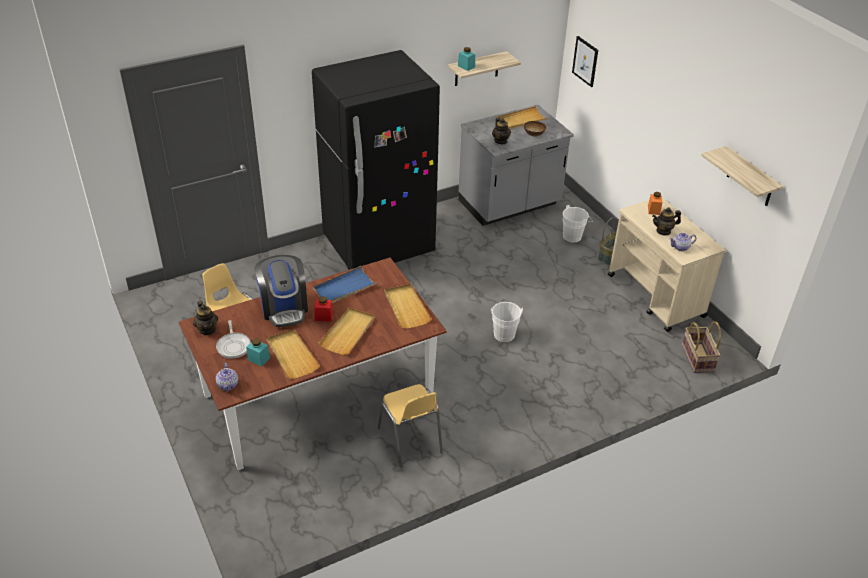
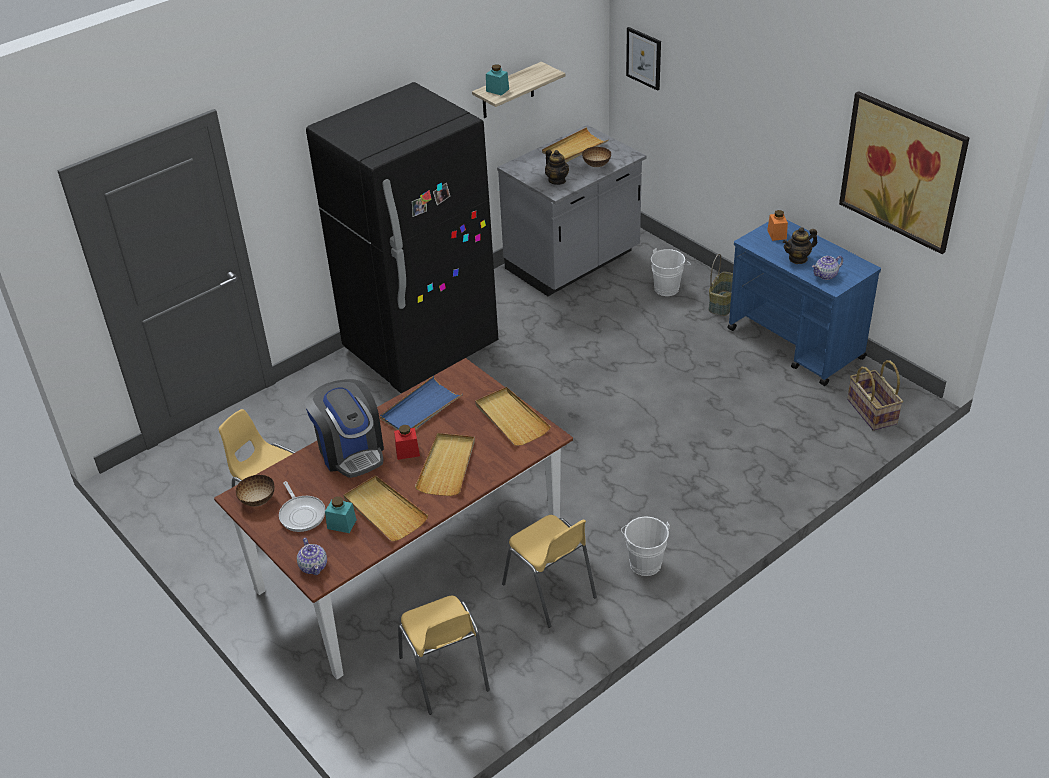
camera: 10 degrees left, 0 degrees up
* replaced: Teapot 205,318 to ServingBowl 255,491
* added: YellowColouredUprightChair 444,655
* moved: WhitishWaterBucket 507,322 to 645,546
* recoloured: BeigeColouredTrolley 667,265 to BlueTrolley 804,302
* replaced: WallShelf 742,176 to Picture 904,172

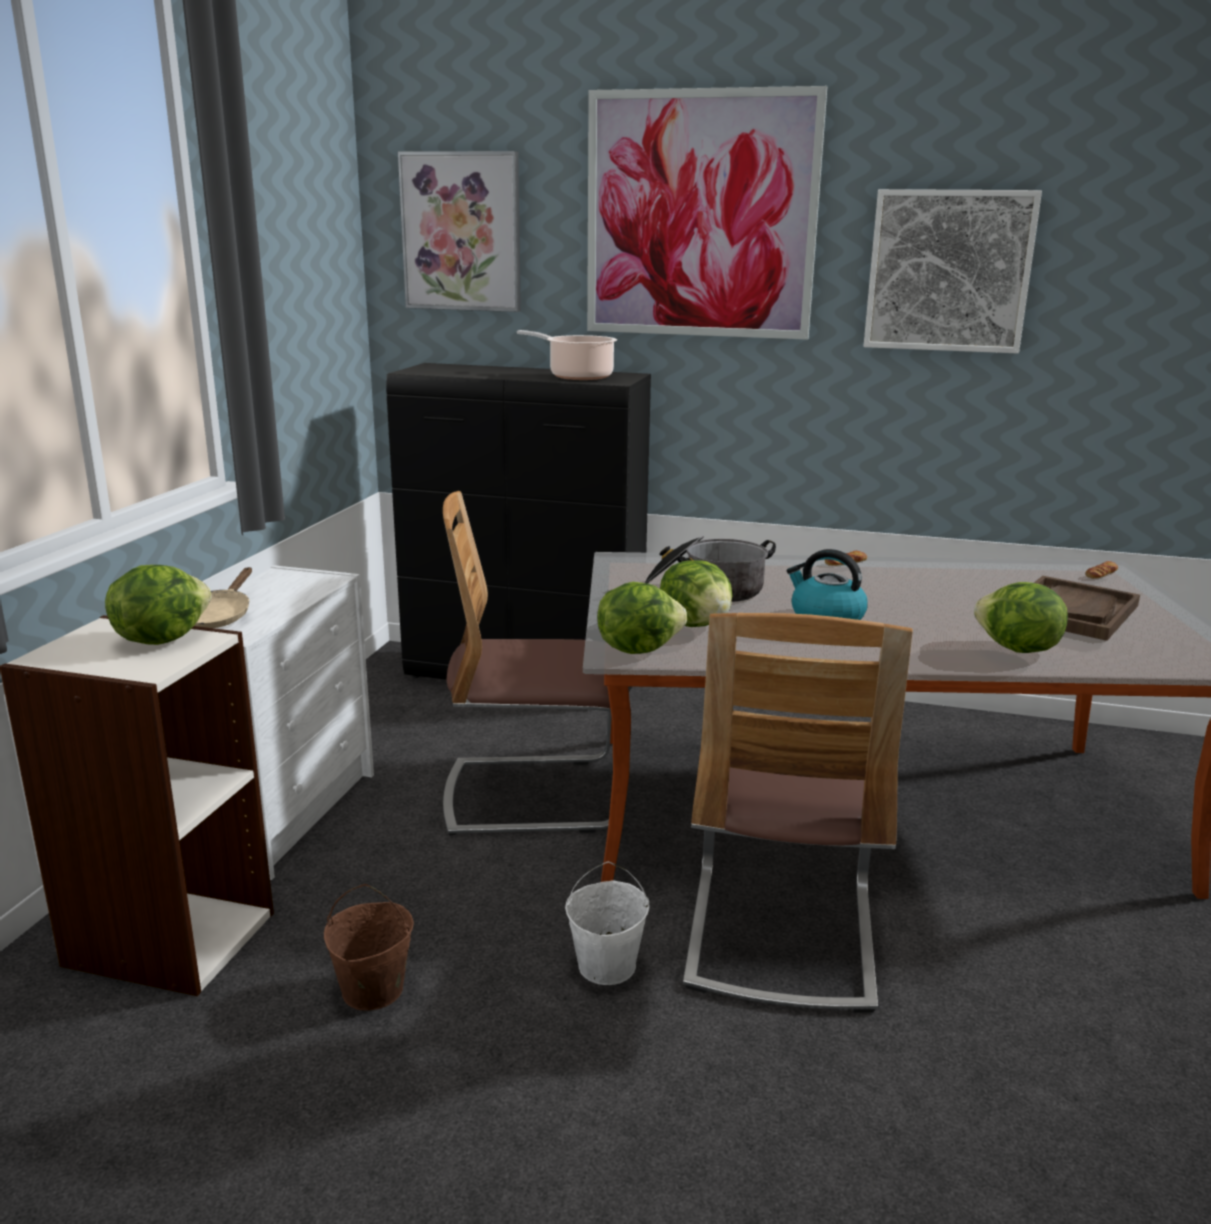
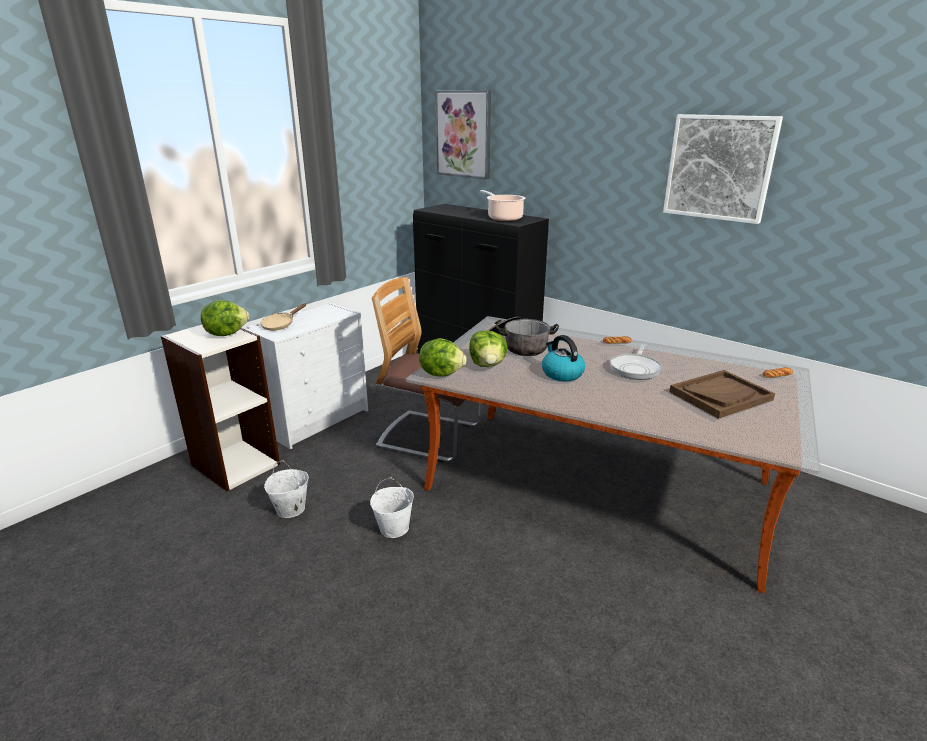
camera: 25 degrees right, 5 degrees up
* recoloured: BrownColouredWaterBucket 369,947 to WhitishWaterBucket 286,489
* added: Pan 636,361
* removed: Picture 707,213
* removed: UprightChair 798,813
* removed: HeadOfLettuce 1021,617

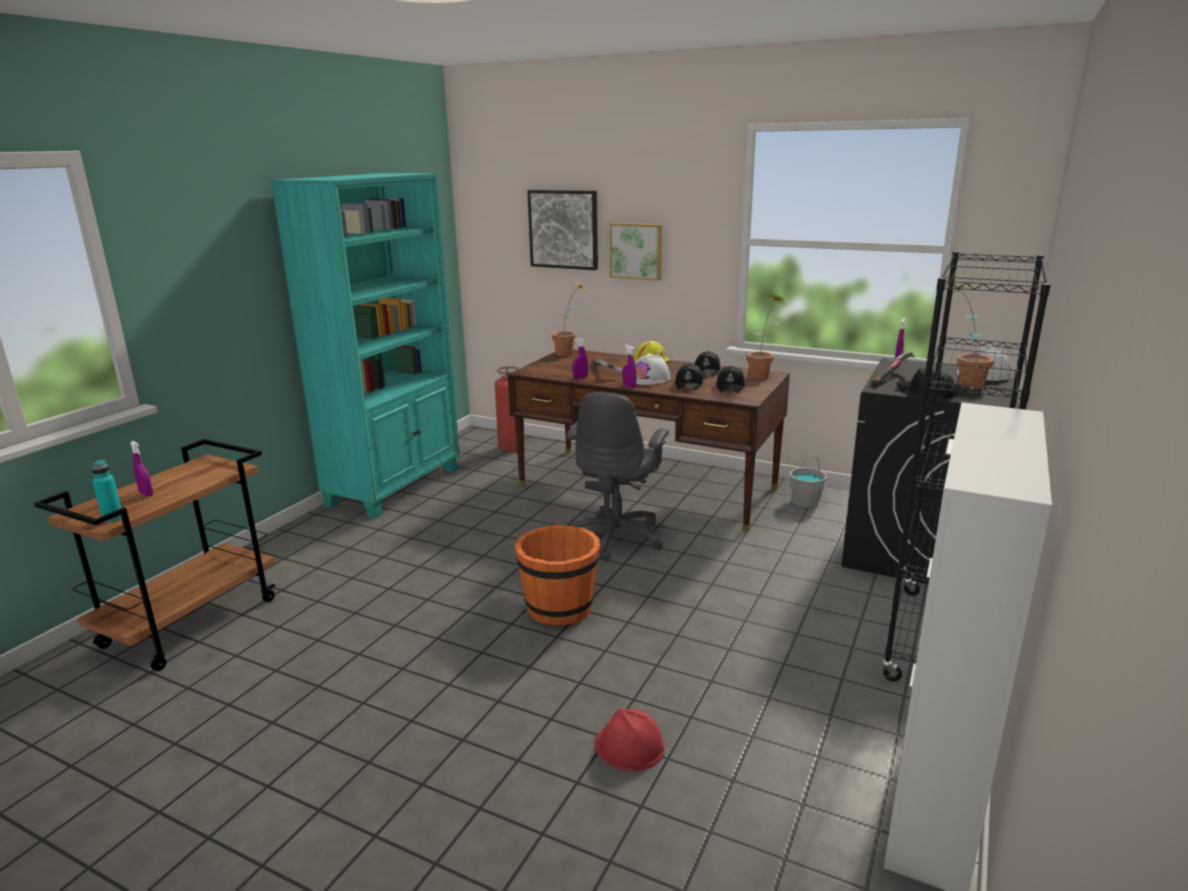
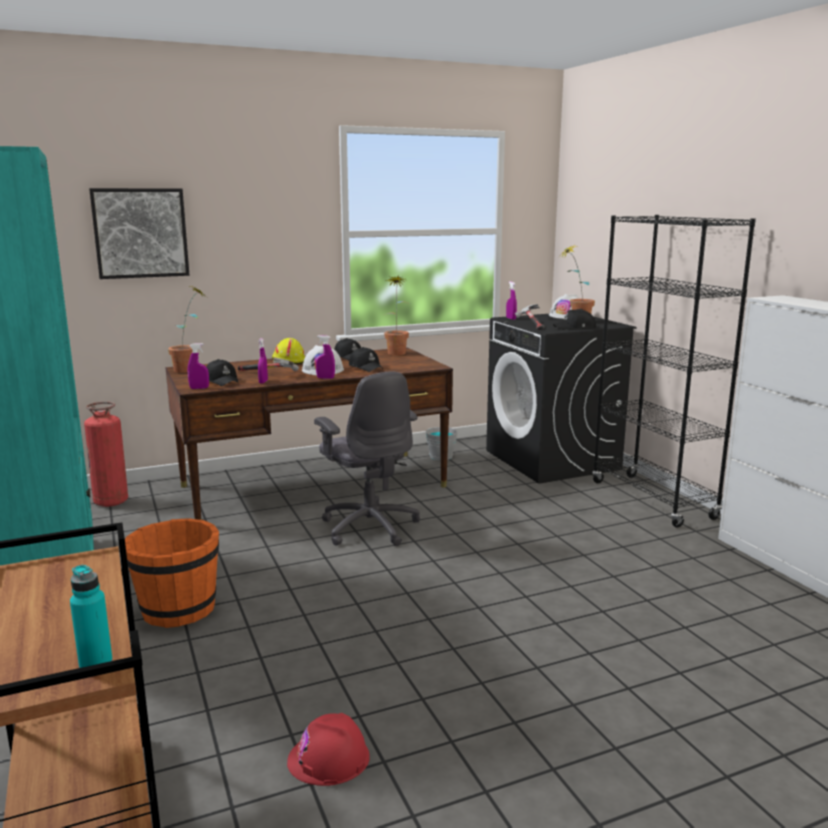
camera: 50 degrees left, 5 degrees down
* moved: OrangeyWaterBucket 557,575 to 172,573
* moved: PurplishSprayBottle 141,469 to 198,366
* moved: BlackColouredPeakedCap 730,379 to 222,372
* moved: RedColouredHardHat 629,739 to 328,749
* removed: Picture 636,252

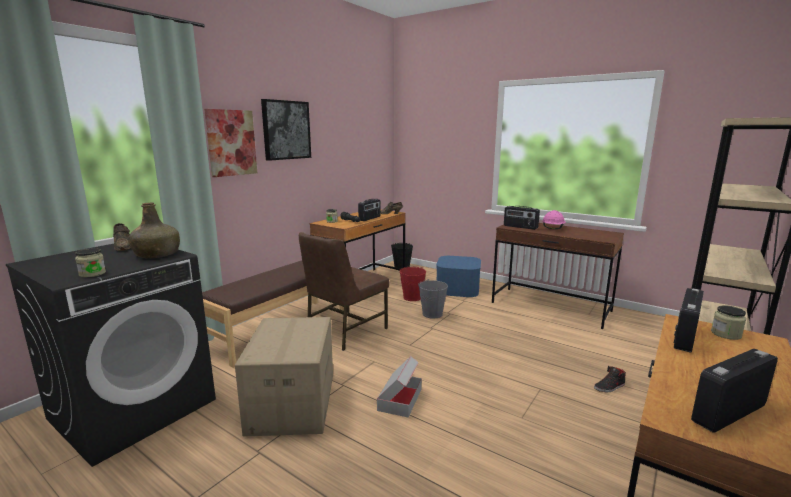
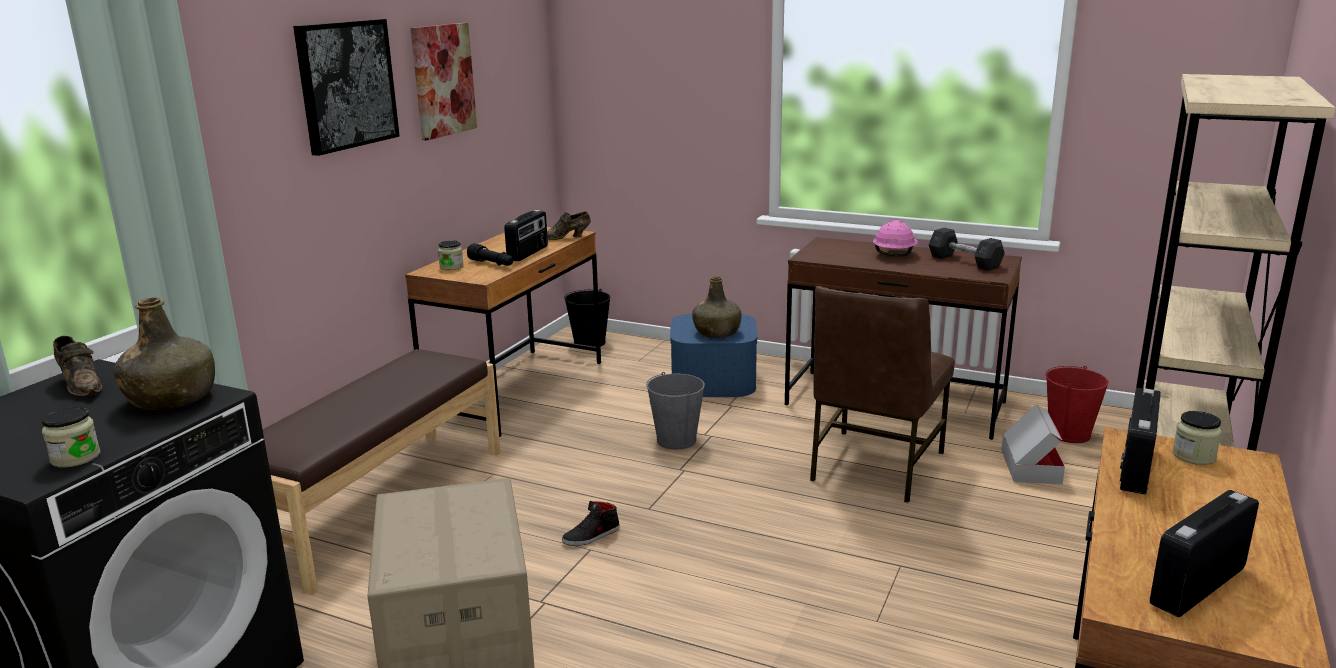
camera: 10 degrees left, 5 degrees up
* moved: Picture 230,143 to 444,82
* moved: BlackColouredLowShoe 610,379 to 591,523
* added: GreenDrinkBottle 717,307
* moved: BrownColouredUprightChair 344,291 to 882,394
* added: GreyDumbbell 967,249
* moved: PackingBox 399,387 to 1033,444
* moved: RedColouredWaterBucket 412,284 to 1077,404
* removed: RadioReceiver 522,218

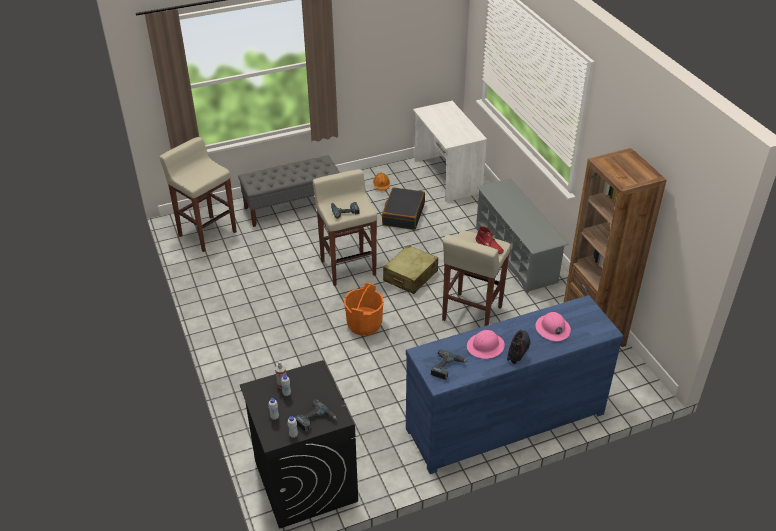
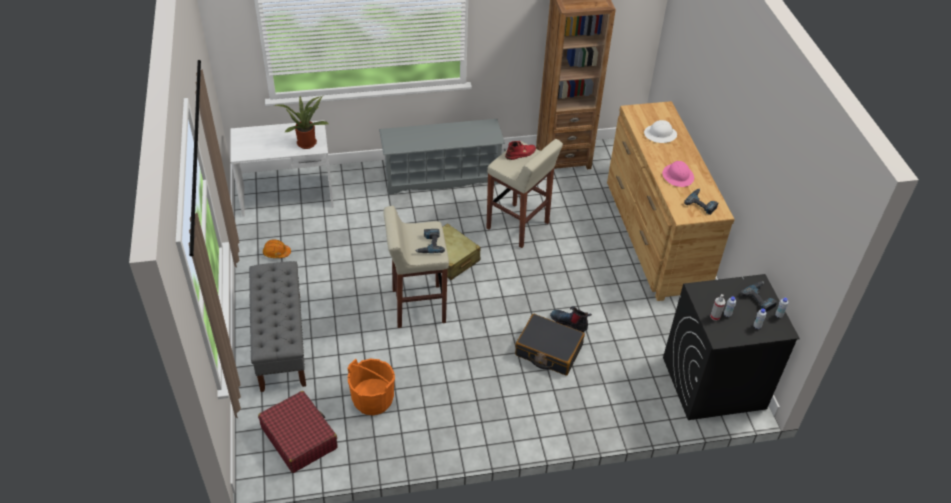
camera: 80 degrees left, 5 degrees up
* replaced: BeigeColouredSittingStool 198,194 to RedColouredSuitcase 298,432
* added: Houseplant 301,122
* moved: OrangeyWaterBucket 364,309 to 371,387
* moved: BlackColouredSuitcase 403,208 to 550,344
* moved: HighTopBoot 518,346 to 571,319
* recoloured: BlueChestOfDrawers 515,384 to BrownColouredChestOfDrawers 671,201
* recoloured: PinkColouredHardHat 553,326 to WhitishHardHat 660,131

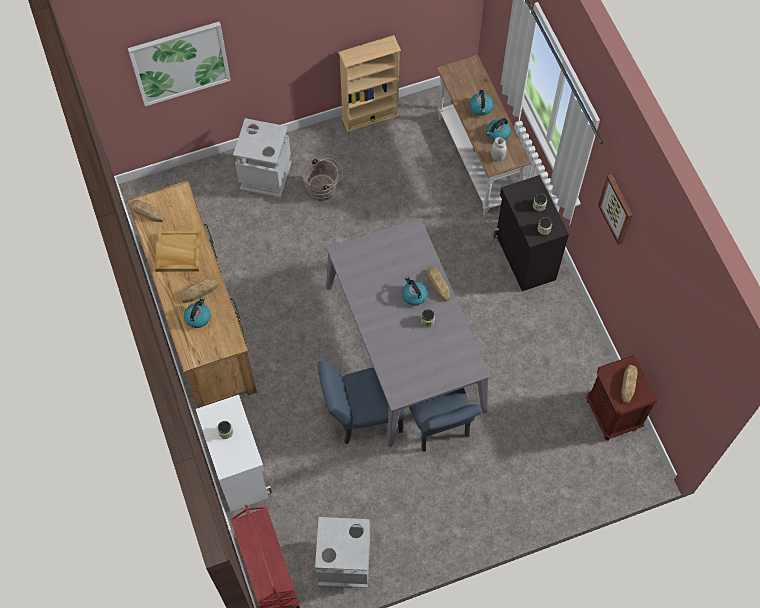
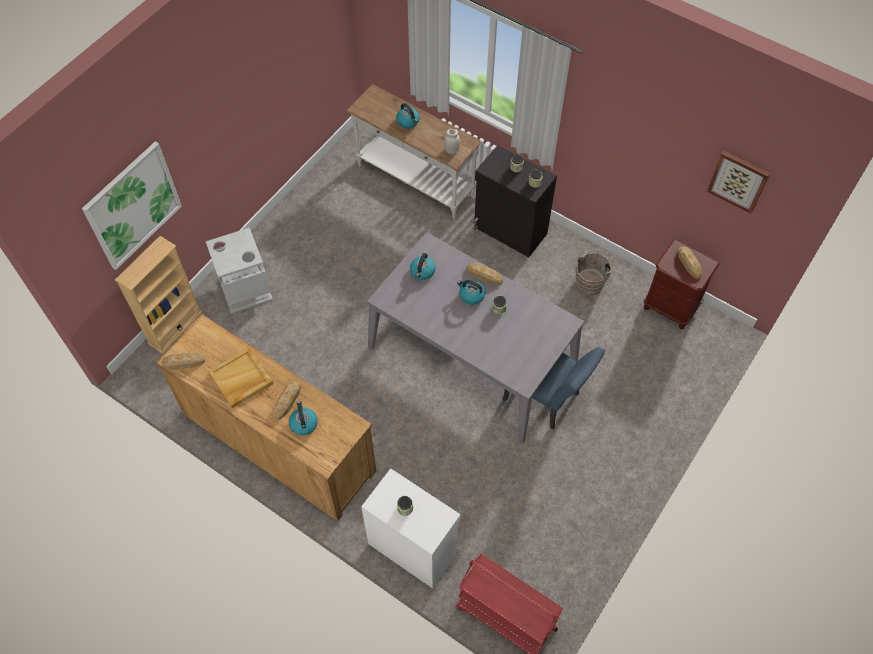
camera: 35 degrees left, 5 degrees down
* moved: BeigeColouredShelvingUnit 369,83 to 158,295
* moved: TeaKettle 498,129 to 422,266
* moved: BrownColouredWaterBucket 322,179 to 595,272
* moved: Picture 615,209 to 738,182
* removed: GreyTrashCan 342,552
* removed: BlueUprightChair 361,402

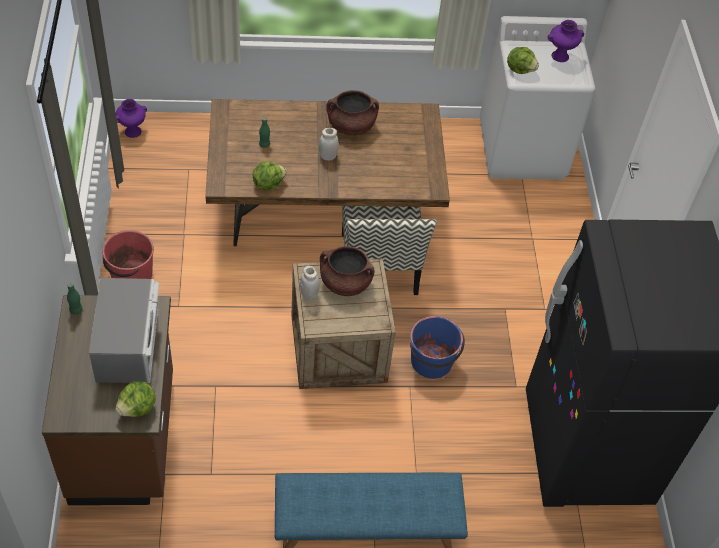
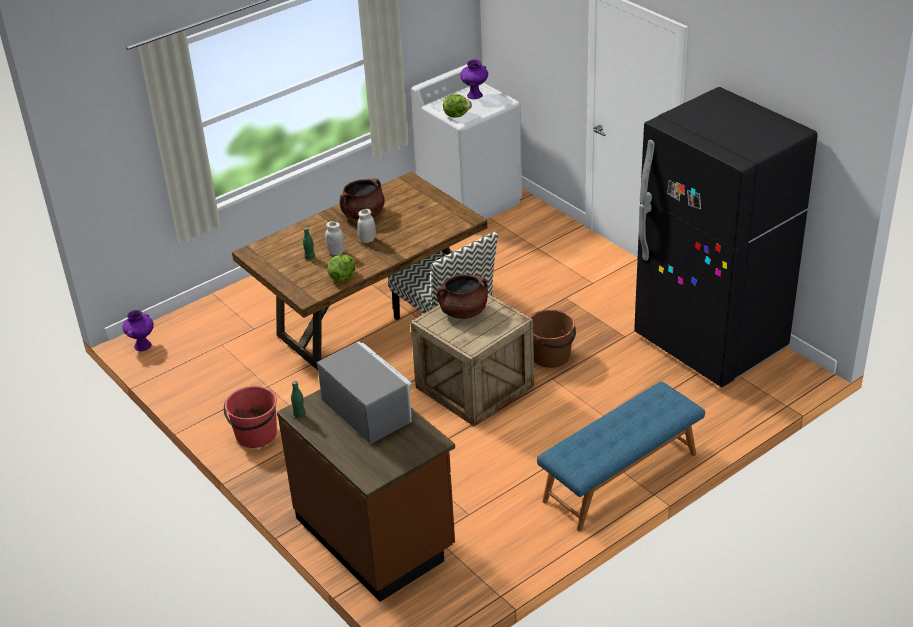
camera: 30 degrees left, 15 degrees down
* moved: WhitishStorageJar 309,283 to 334,238
* recoloured: BlueWaterBucket 437,347 to BrownColouredWaterBucket 553,338
* removed: HeadOfLettuce 135,399

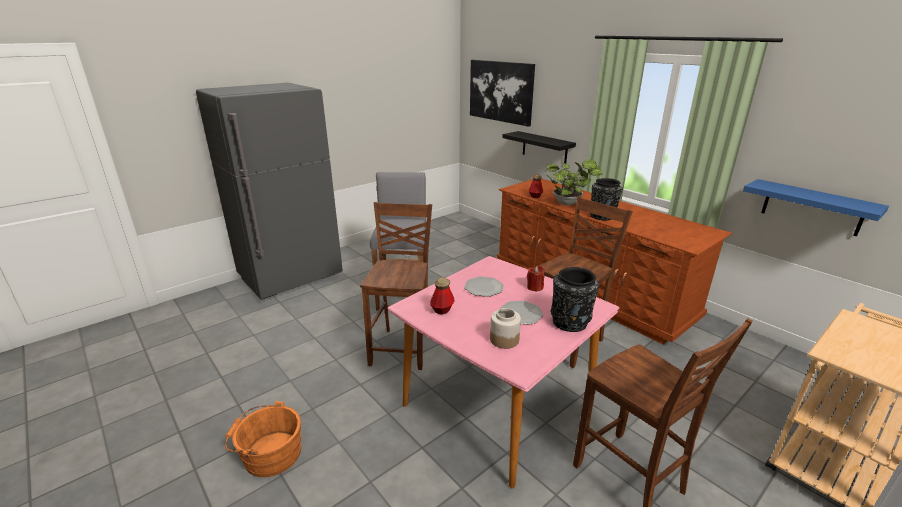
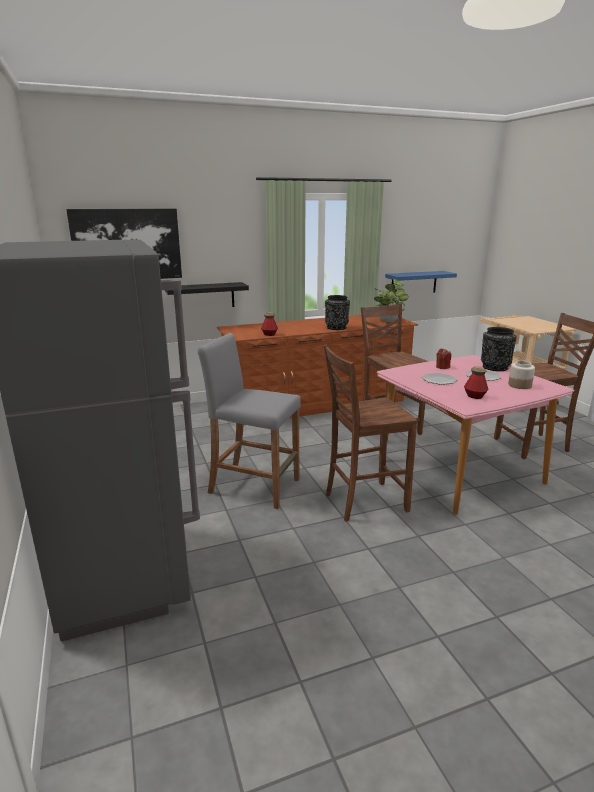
camera: 70 degrees left, 5 degrees down
* turned: BrownColouredUprightChair 396,286 = 370,433 45 degrees counterclockwise
* moved: Houseplant 573,182 to 391,300
* removed: OrangeyWaterBucket 263,439

